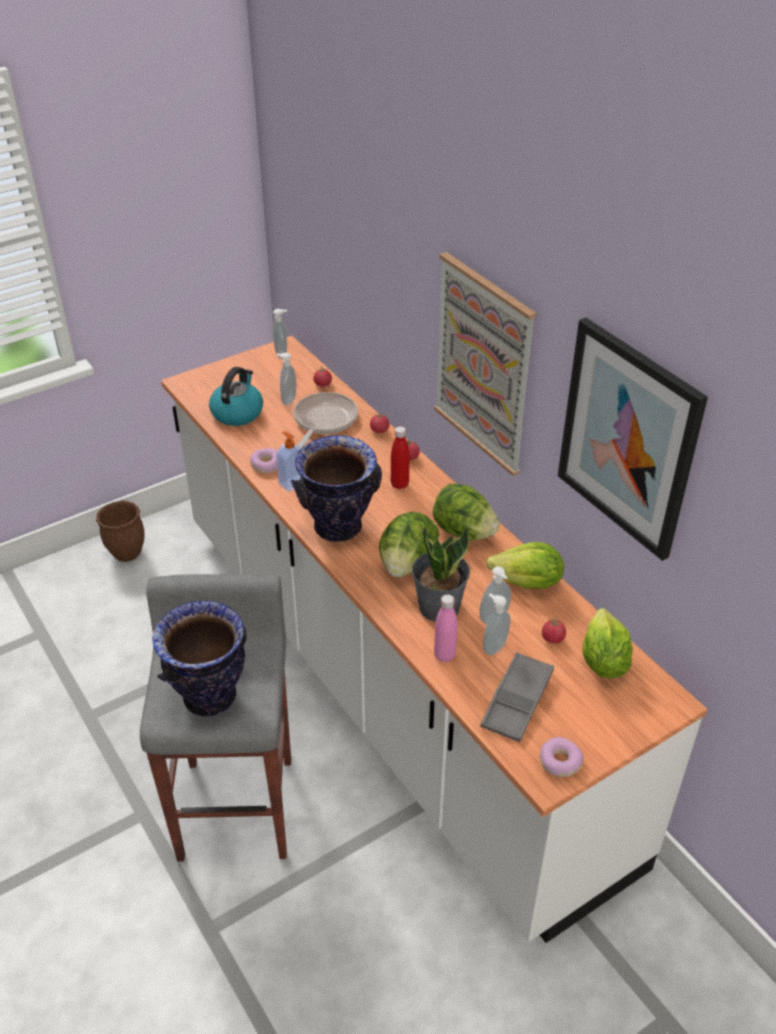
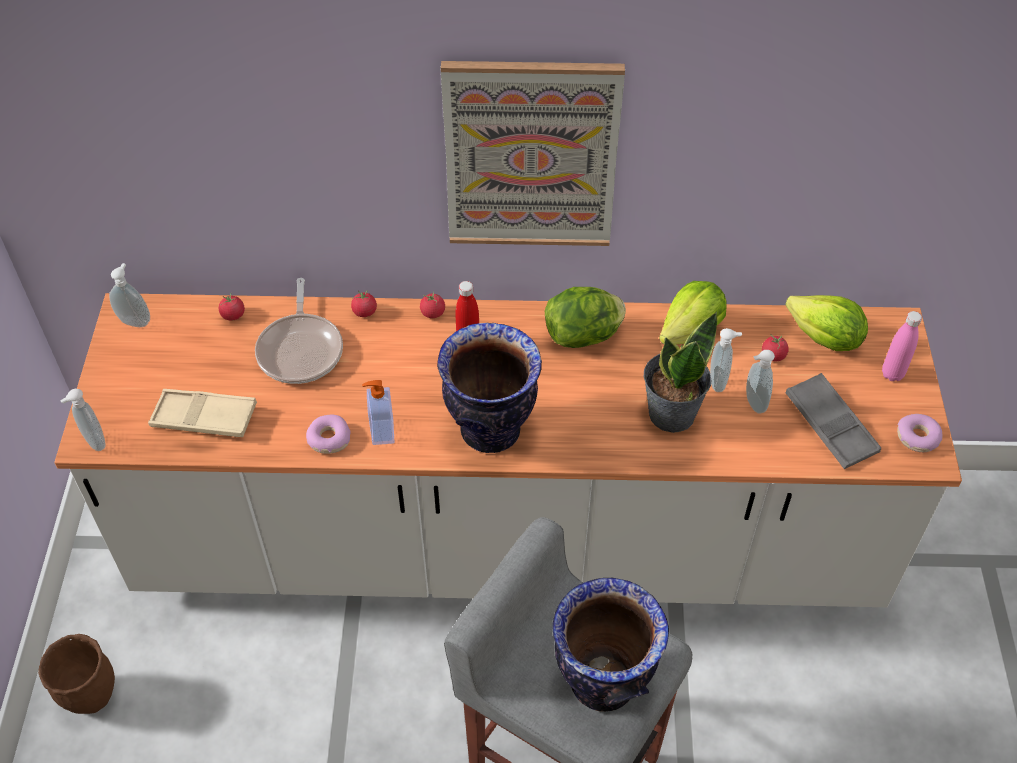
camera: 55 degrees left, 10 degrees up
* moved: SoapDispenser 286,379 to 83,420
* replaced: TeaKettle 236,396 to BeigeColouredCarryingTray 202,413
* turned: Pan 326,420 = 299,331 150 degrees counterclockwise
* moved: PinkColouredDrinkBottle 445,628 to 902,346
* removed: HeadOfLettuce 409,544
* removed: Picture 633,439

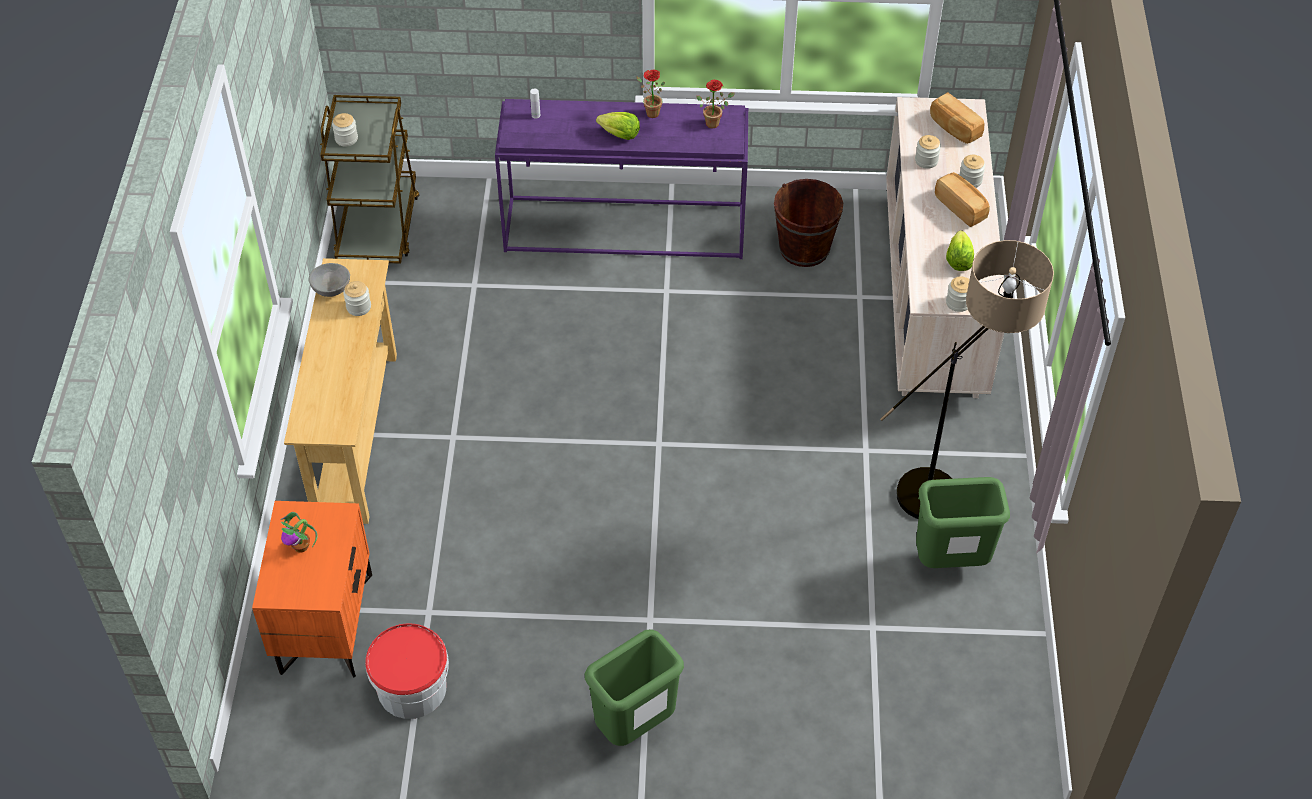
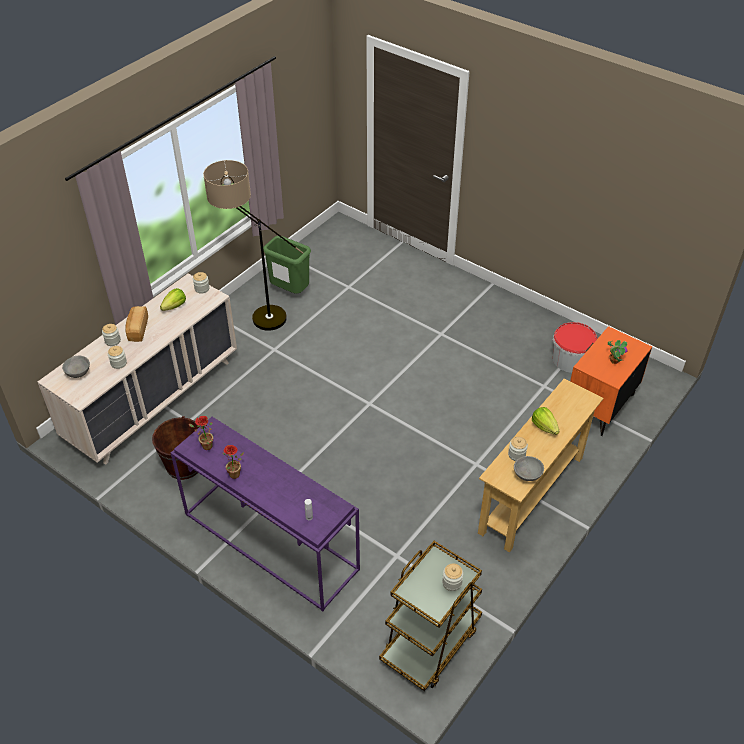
camera: 145 degrees left, 5 degrees down
* replaced: Bread 957,118 to GreyServingBowl 76,367
* moved: HeadOfLettuce 618,126 to 545,421
* removed: GreenTrashCan 634,687

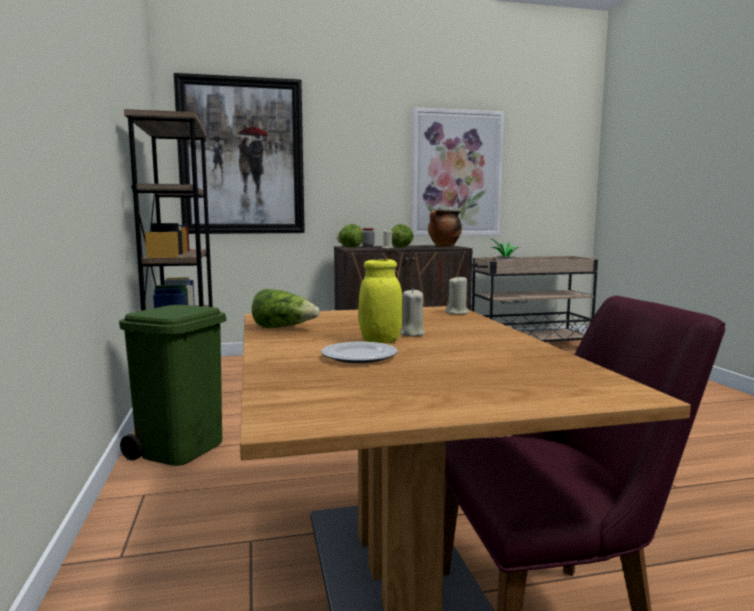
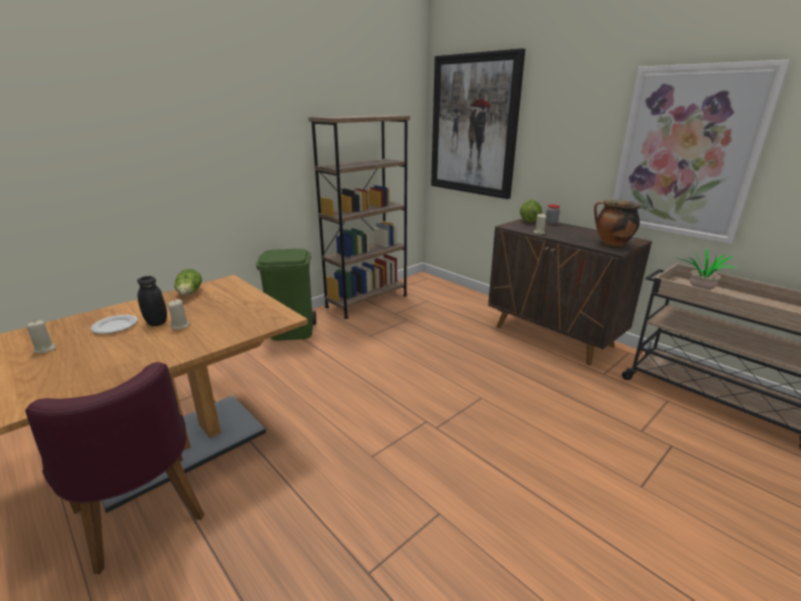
camera: 60 degrees right, 15 degrees up
* moved: BeigeColouredWaxCandle 457,294 to 41,336
* recoloured: YellowColouredStorageJar 380,301 to BlackColouredStorageJar 152,301
* removed: HeadOfLettuce 401,235

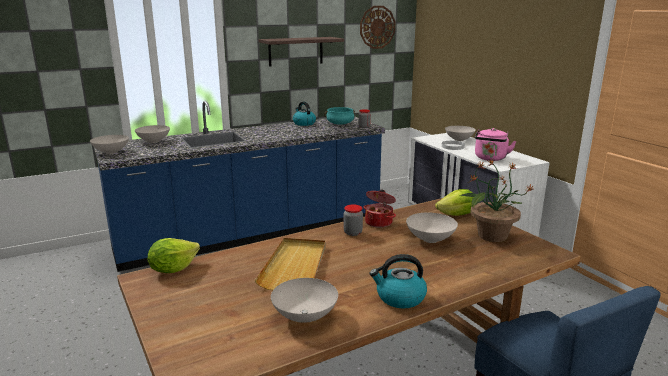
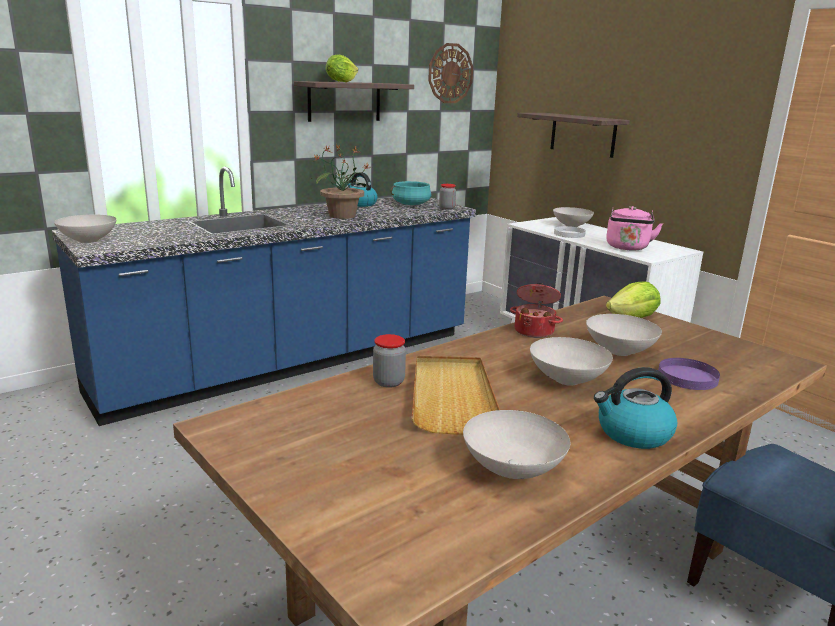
camera: 10 degrees left, 0 degrees up
* moved: Houseplant 497,200 to 340,181
* moved: HeadOfLettuce 174,255 to 341,68
* moved: StorageJar 353,220 to 389,361
* added: WallShelf 573,135
* moved: WhitishServingBowl 152,134 to 571,361
* added: PurplishFlatDish 689,374

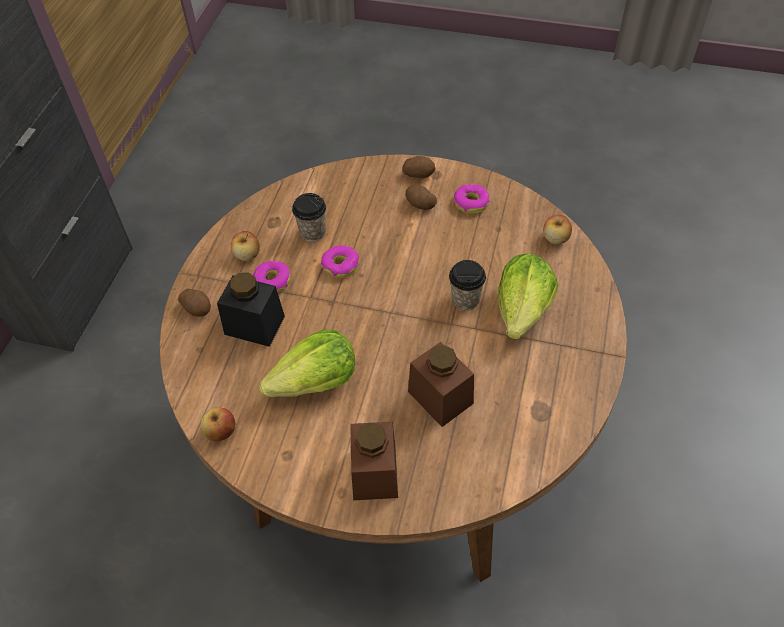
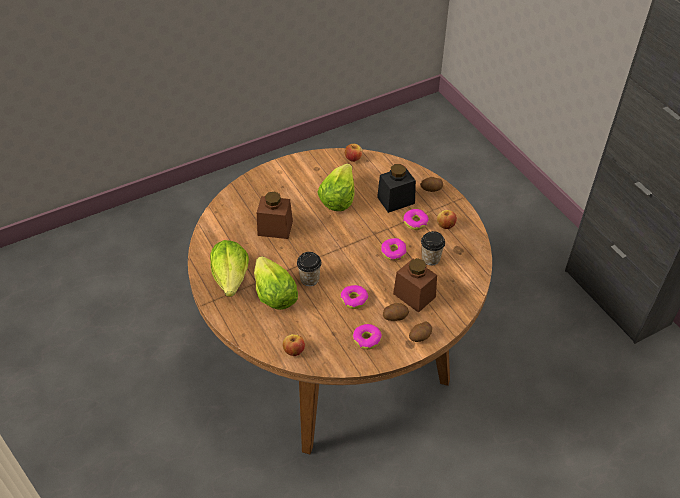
camera: 135 degrees right, 5 degrees down
* added: HeadOfLettuce 229,268
* added: RingDoughnut 355,297
* moved: BrownColouredStorageJar 374,461 to 415,285

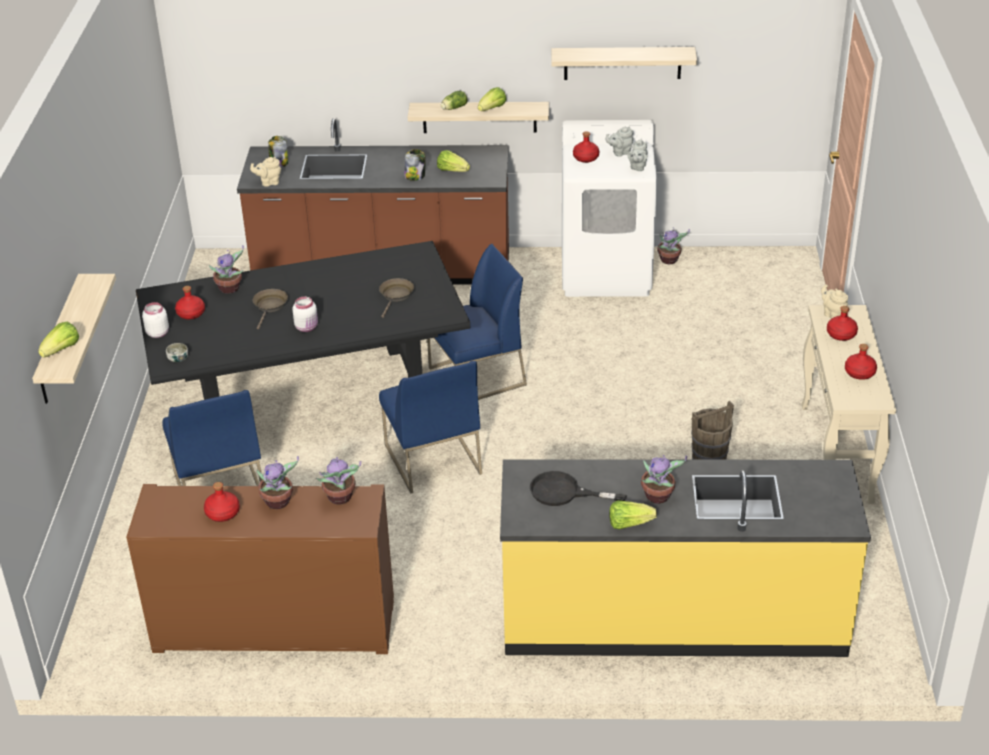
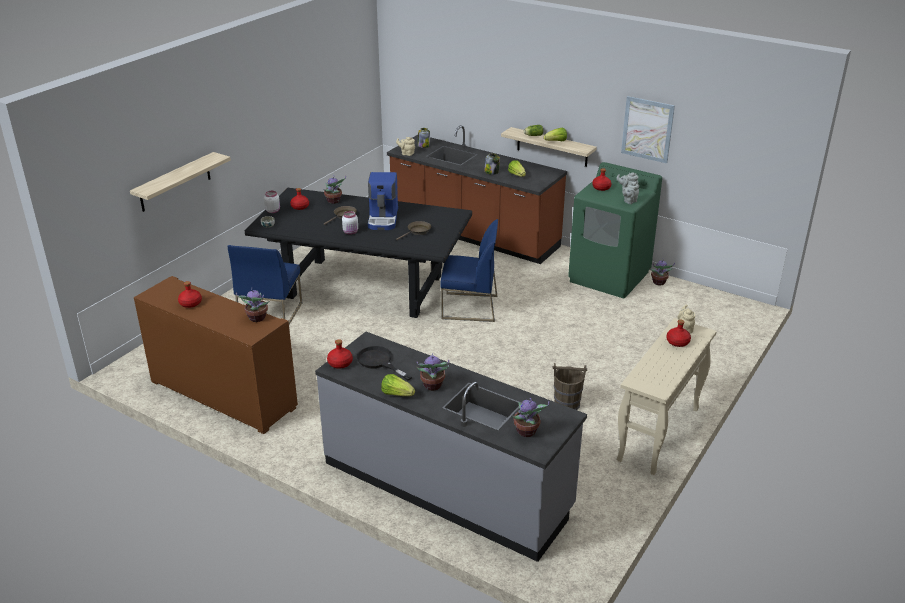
camera: 30 degrees right, 5 degrees down
* recoloured: YellowColouredKitchenCounter 685,558 to GreyKitchenCounter 451,447
* moved: RedColouredDrinkBottle 861,362 to 340,354
* added: CoffeeMaker 383,201
* moved: Houseplant 278,482 to 531,417
* recoloured: WhitishLaundryAppliance 609,208 to GreenLaundryAppliance 615,230
* replaced: WallShelf 624,63 to Picture 648,129
* removed: HeadOfLettuce 58,340
* removed: BlueUprightChair 430,427

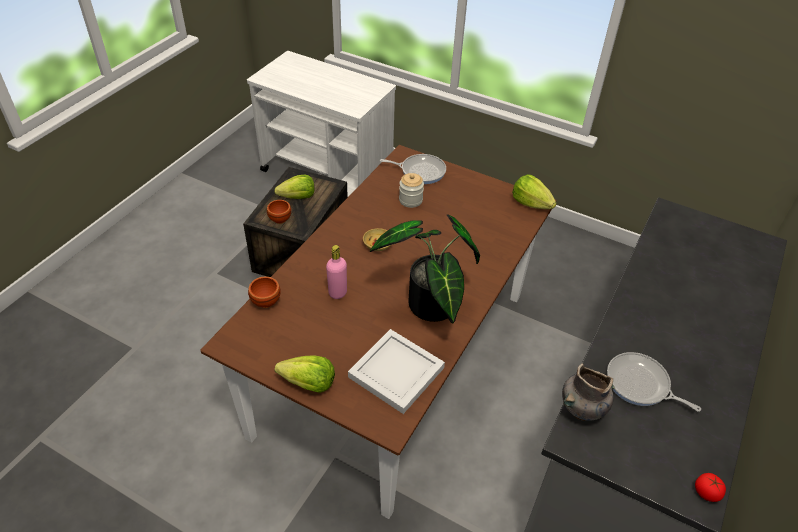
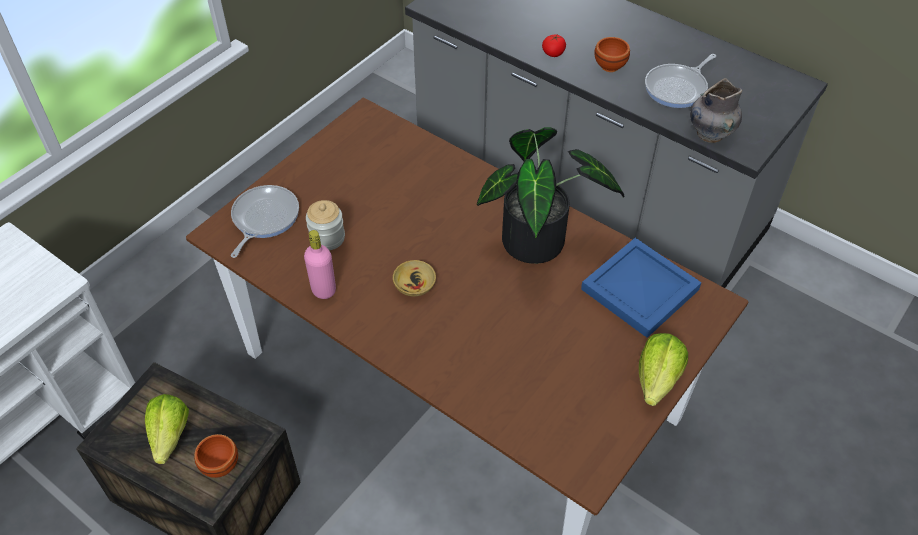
camera: 80 degrees left, 5 degrees up
* moved: PinkColouredDrinkBottle 336,272 to 320,264
* moved: Tomato 710,487 to 554,45
* recoloured: WhitishCarryingTray 396,371 to BlueCarryingTray 641,288
* moved: BrownColouredServingBowl 264,292 to 612,54
* removed: HeadOfLettuce 534,191

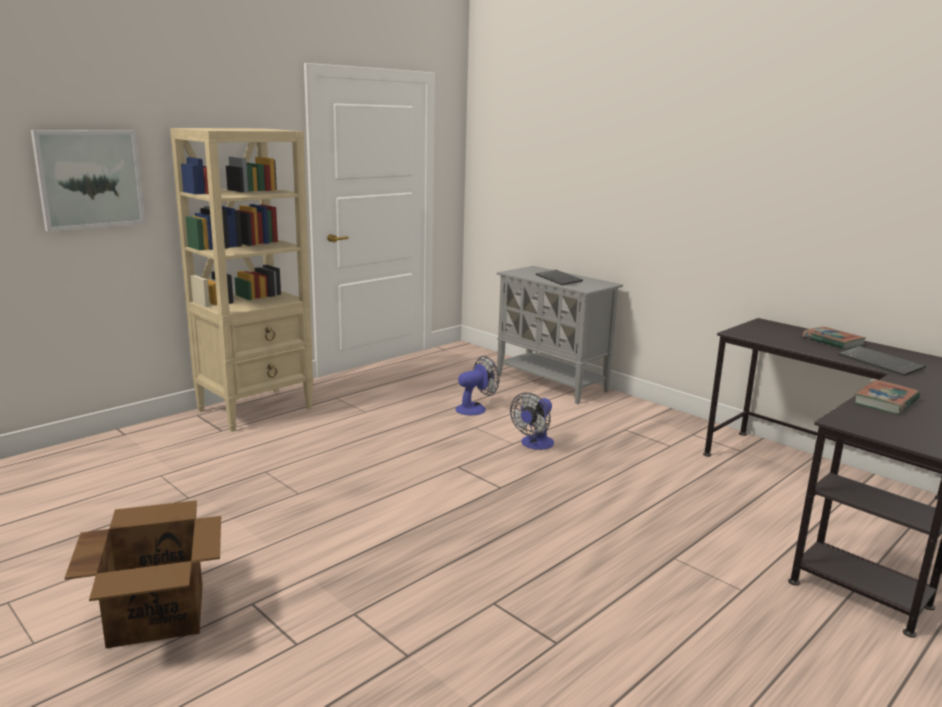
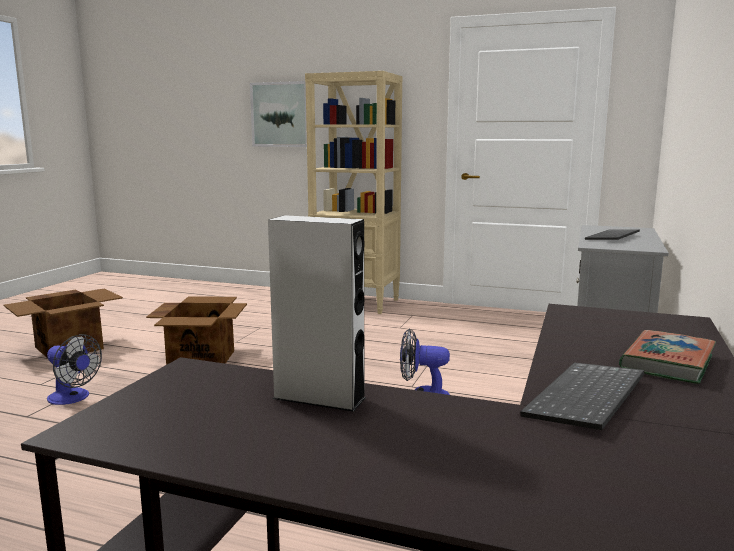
camera: 65 degrees right, 5 degrees down
* moved: Fan 477,385 to 74,369
* added: PackingBox 196,330
* replaced: BoundBook 887,397 to GreyAudioSpeaker 317,313

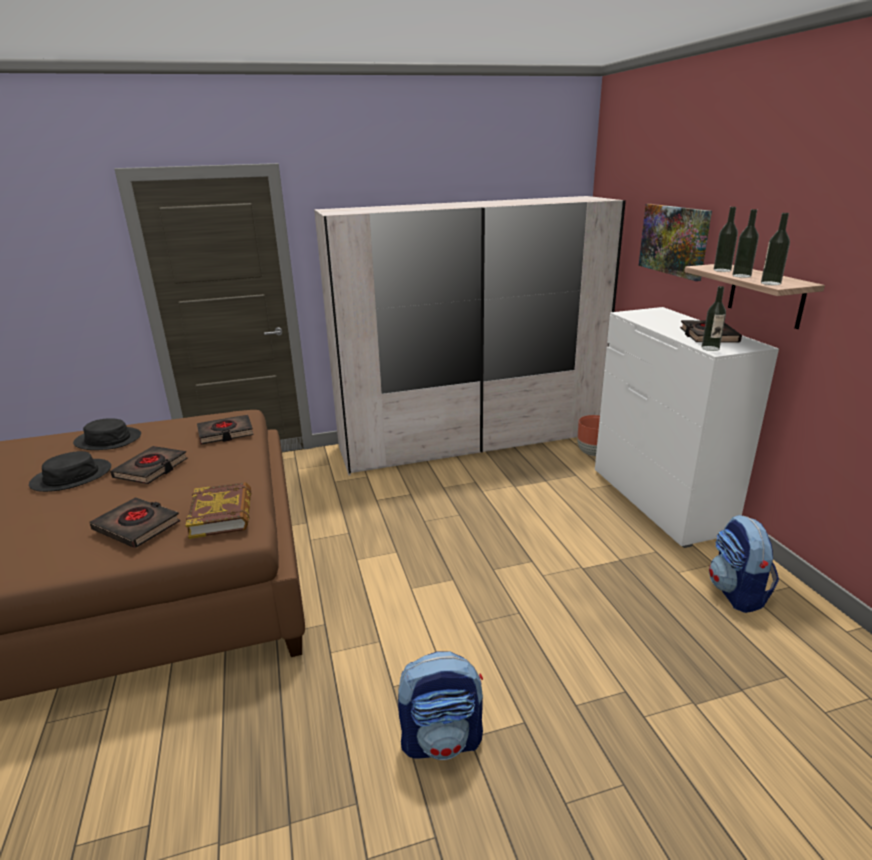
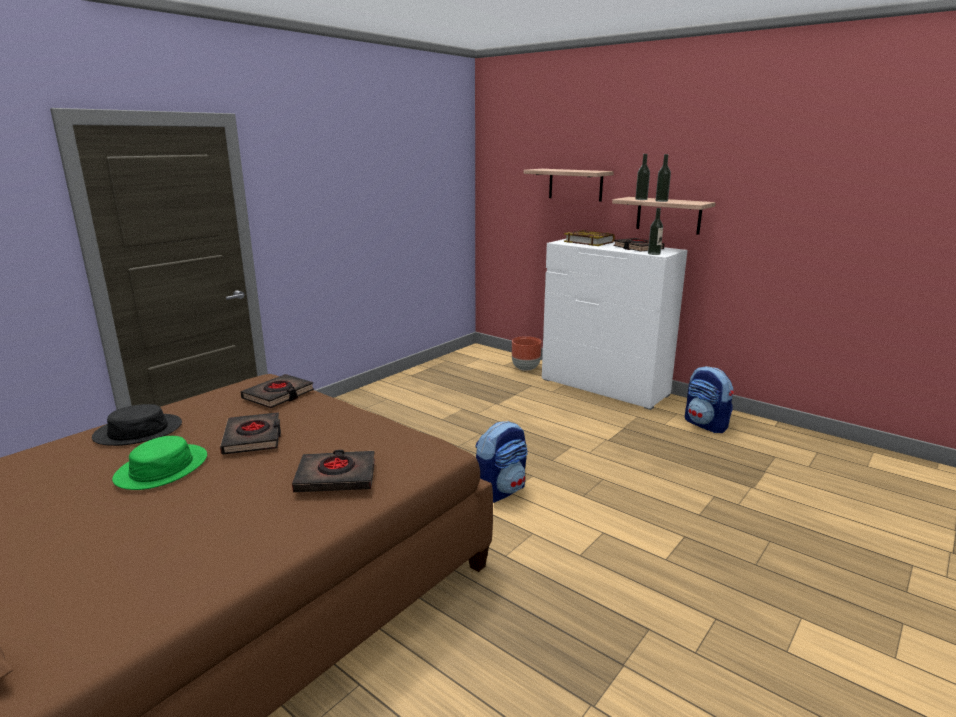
camera: 35 degrees left, 5 degrees down
* recoloured: BlackColouredClothingHat 70,471 to GreenClothingHat 159,463
* moved: Rucksack 440,706 to 501,462
* replaced: Picture 675,242 to WallShelf 568,185
* moved: BoundBook 218,510 to 589,238
* removed: WhitishArmoire 470,336
* removed: DrinkBottle 775,249

